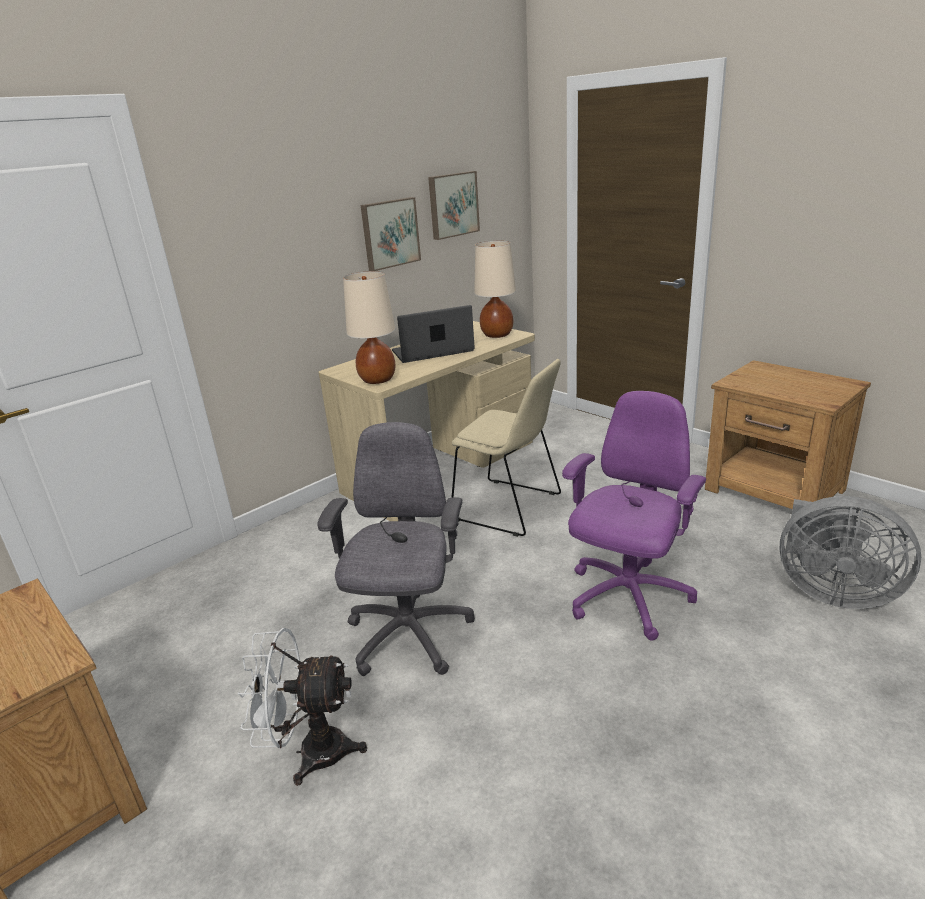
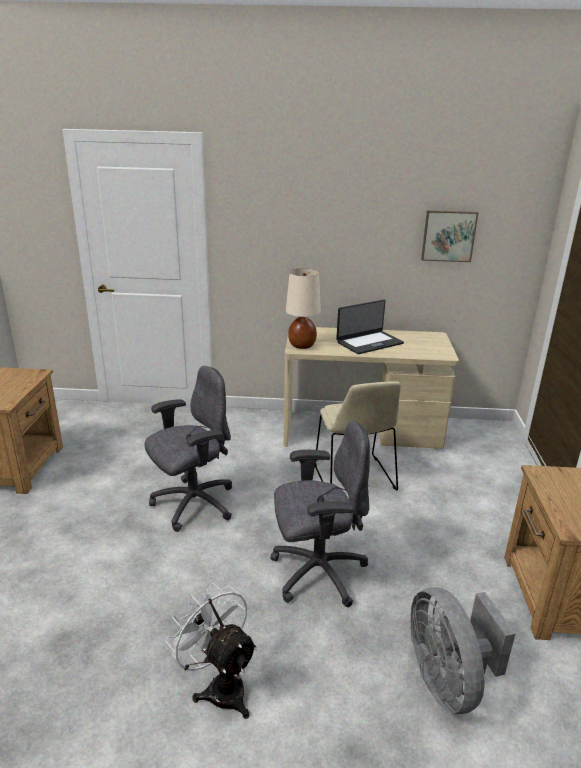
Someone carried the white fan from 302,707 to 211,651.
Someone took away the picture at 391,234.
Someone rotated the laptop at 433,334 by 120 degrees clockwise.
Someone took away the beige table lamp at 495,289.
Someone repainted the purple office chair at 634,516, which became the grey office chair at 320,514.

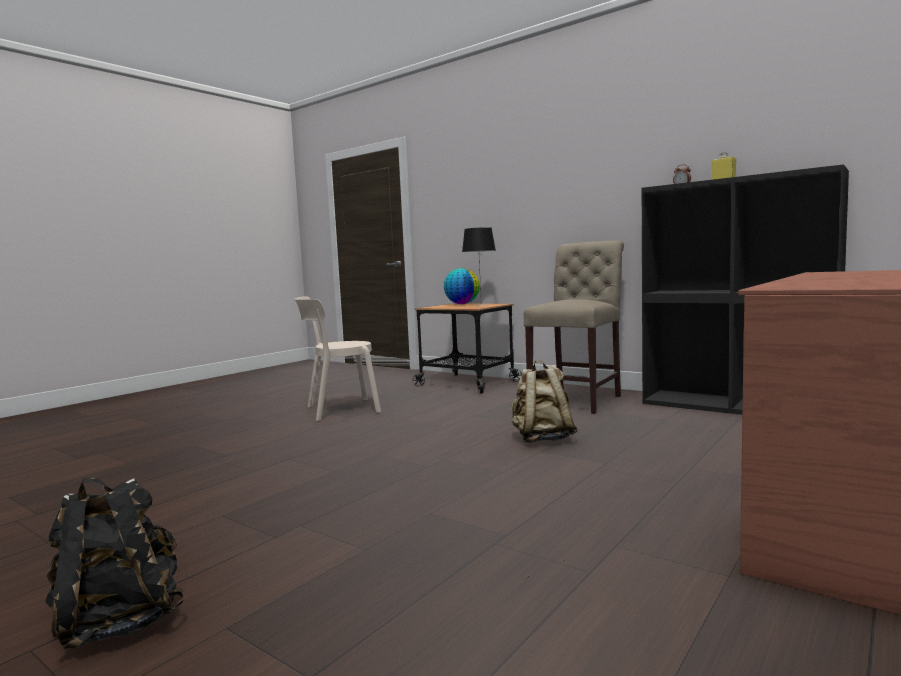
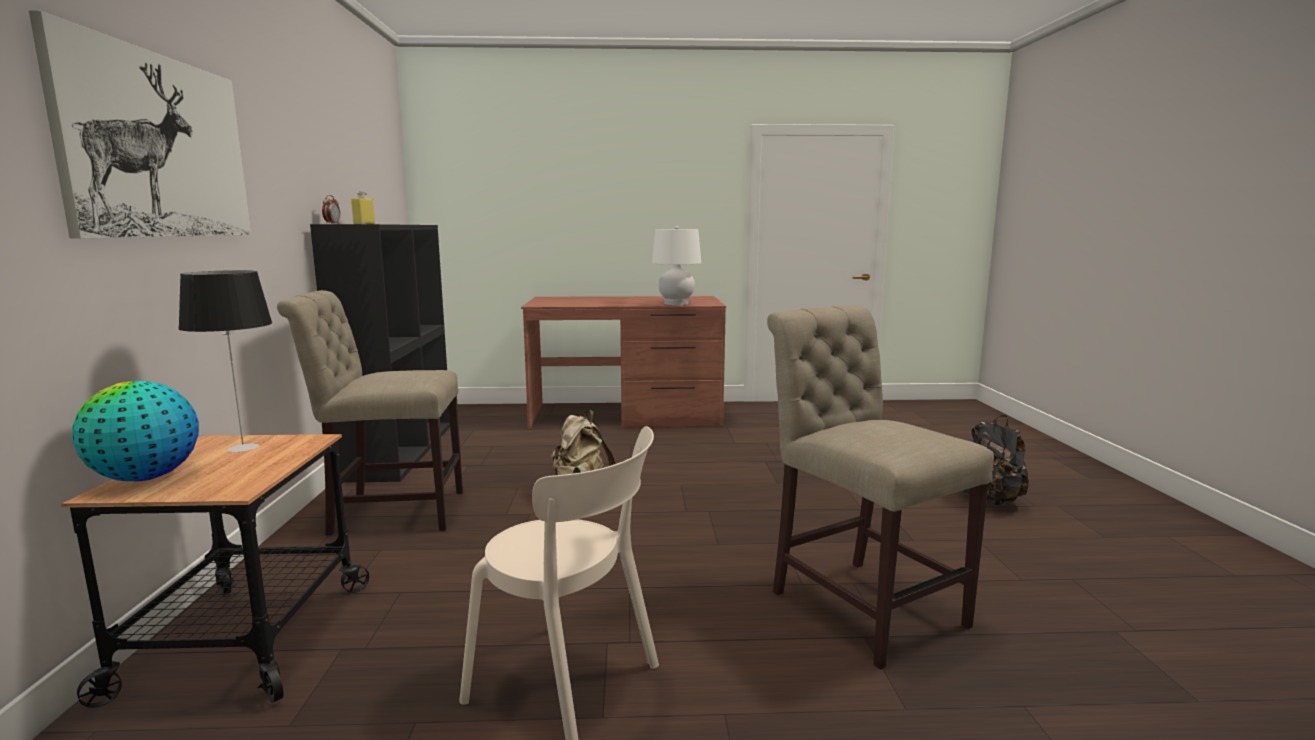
Someone put up the picture at 140,124.
Someone put down the white table lamp at 676,265.
Someone put down the beige chair at 880,487.

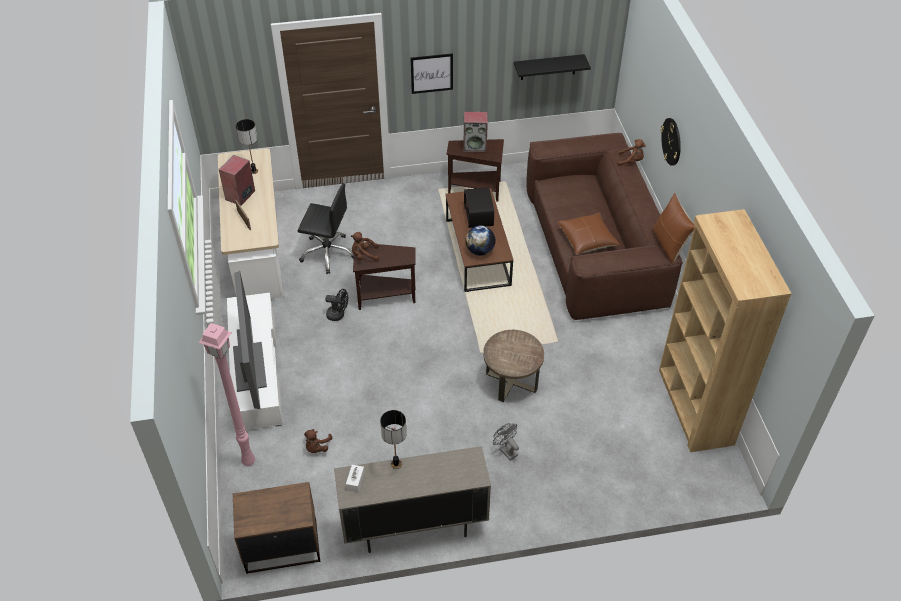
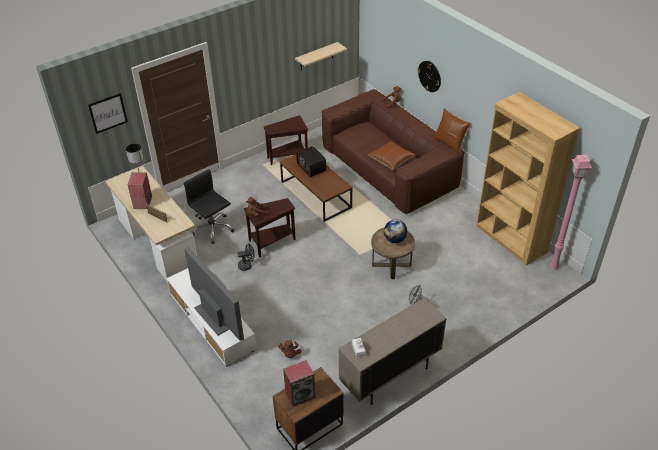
Someone carried the pink floor lamp from 227,394 to 571,212.
Someone rotated the black office chair at 326,229 by 120 degrees counterclockwise.
Someone took away the table lamp at 393,439.
Someone carried the picture from 431,73 to 108,113.
Someone carried the speaker from 475,132 to 299,383.
Someone carried the globe from 480,241 to 396,231.
Someone repainted the black shelf at 552,67, which became the beige shelf at 321,56.

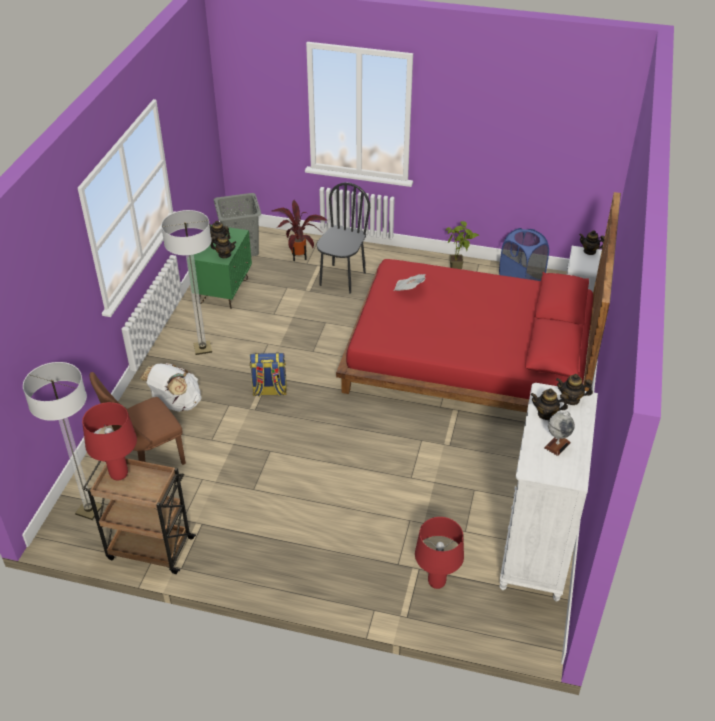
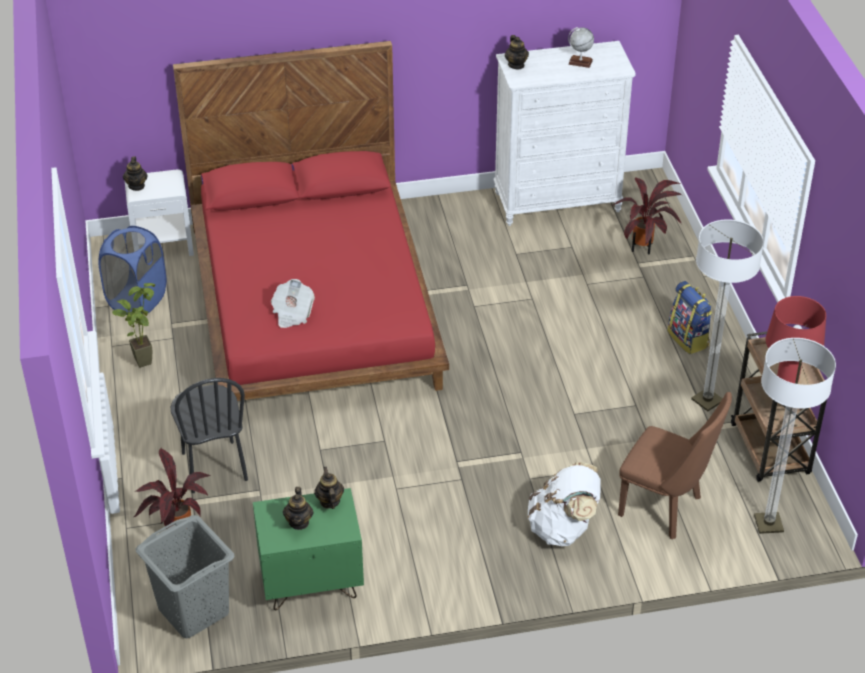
Someone carried the floor lamp from 186,282 to 727,315.
Someone carried the backpack from 268,375 to 690,317.
Someone rotated the black chair at 343,238 by 105 degrees counterclockwise.
Someone swapped the red table lamp at 439,553 for the potted plant at 647,216.
Someone took away the teapot at 549,404.

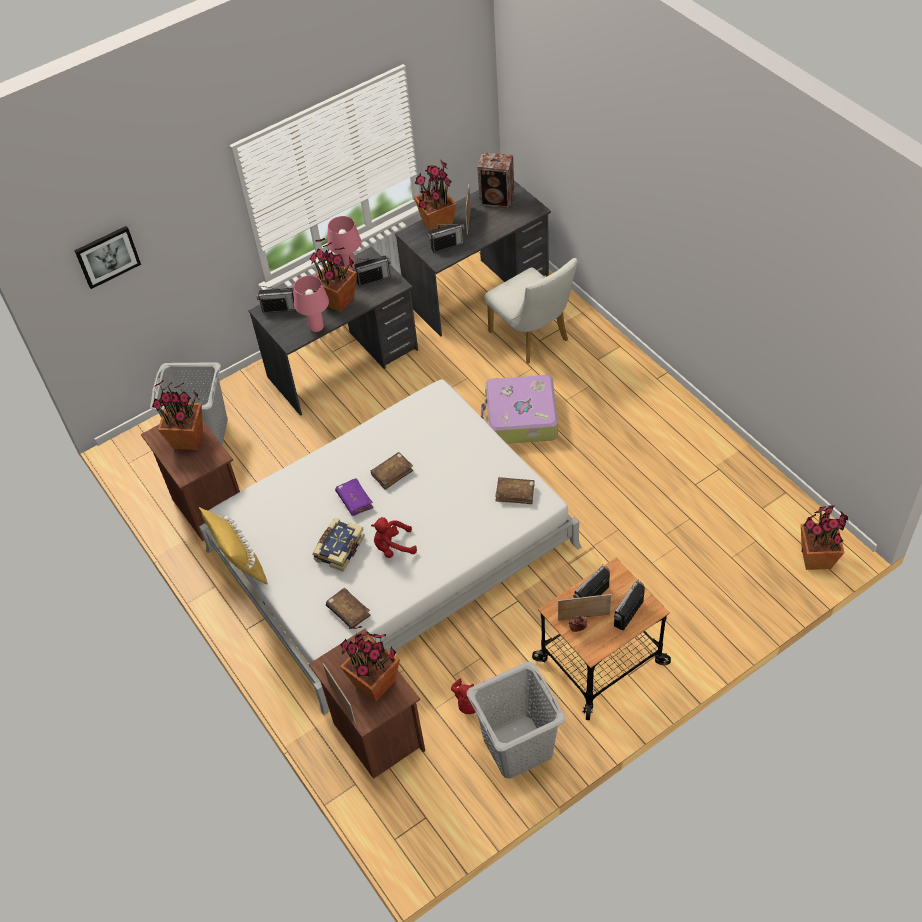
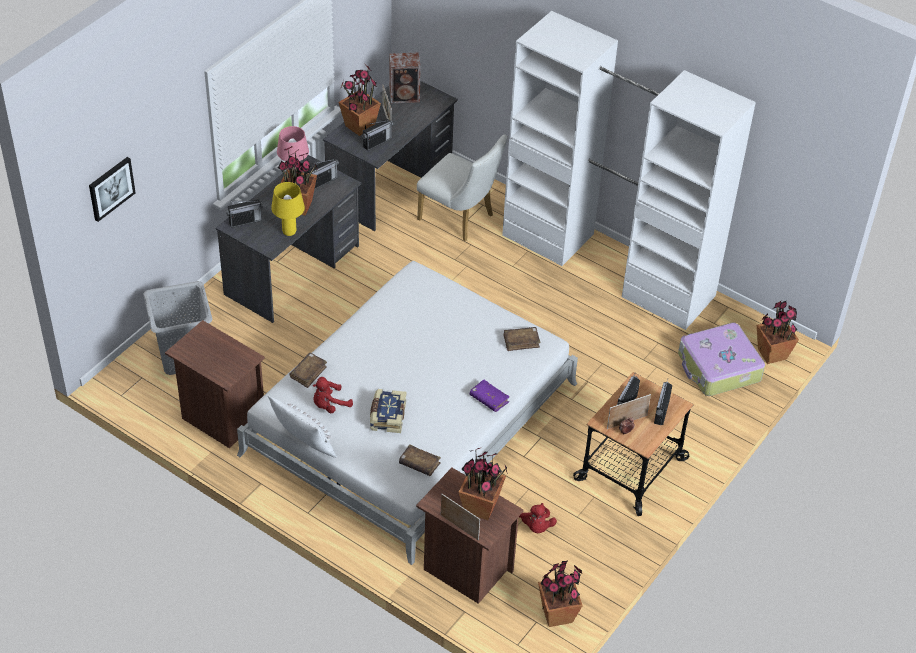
Someone carried the potted plant from 177,415 to 560,593.
Someone repainted the yellow pillow at 233,546, which became the white pillow at 302,427.
Someone repainted the pink table lamp at 311,303, which became the yellow table lamp at 288,209.
Someone carried the purple book from 354,497 to 490,396.
Someone carried the brown book from 392,471 to 308,370.
Someone carried the red plush toy from 394,537 to 333,395.
Someone took away the grey laundry basket at 516,720.
Someone carried the suitcase from 519,409 to 721,359.
Someone put down the white wardrobe at 629,170.

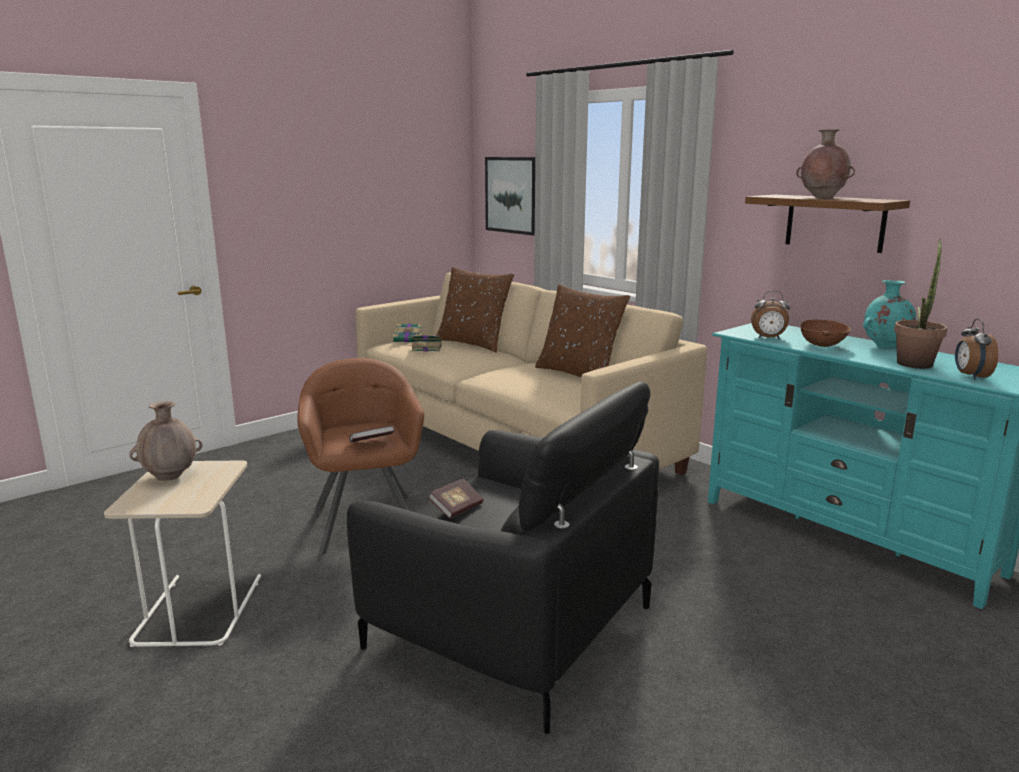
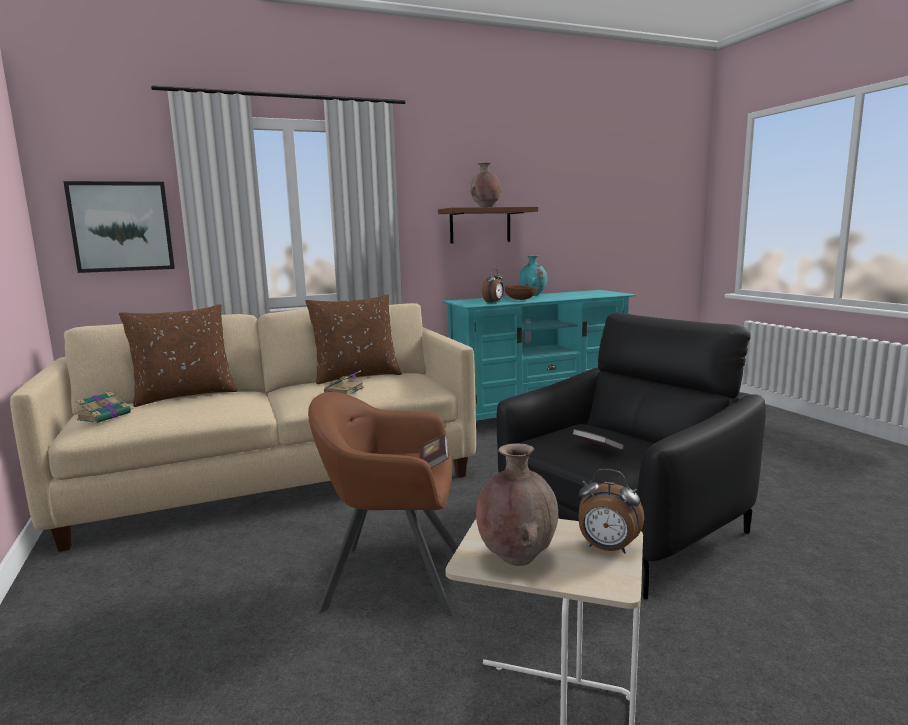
Someone carried the book from 426,343 to 344,382.
Someone took away the potted plant at 921,303.
Someone carried the alarm clock from 977,349 to 611,511.

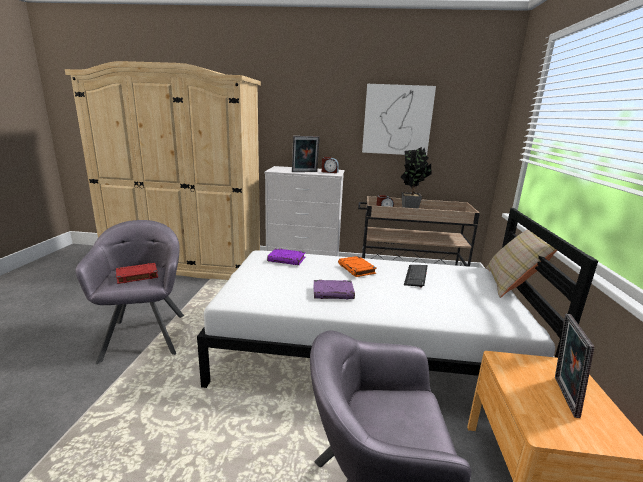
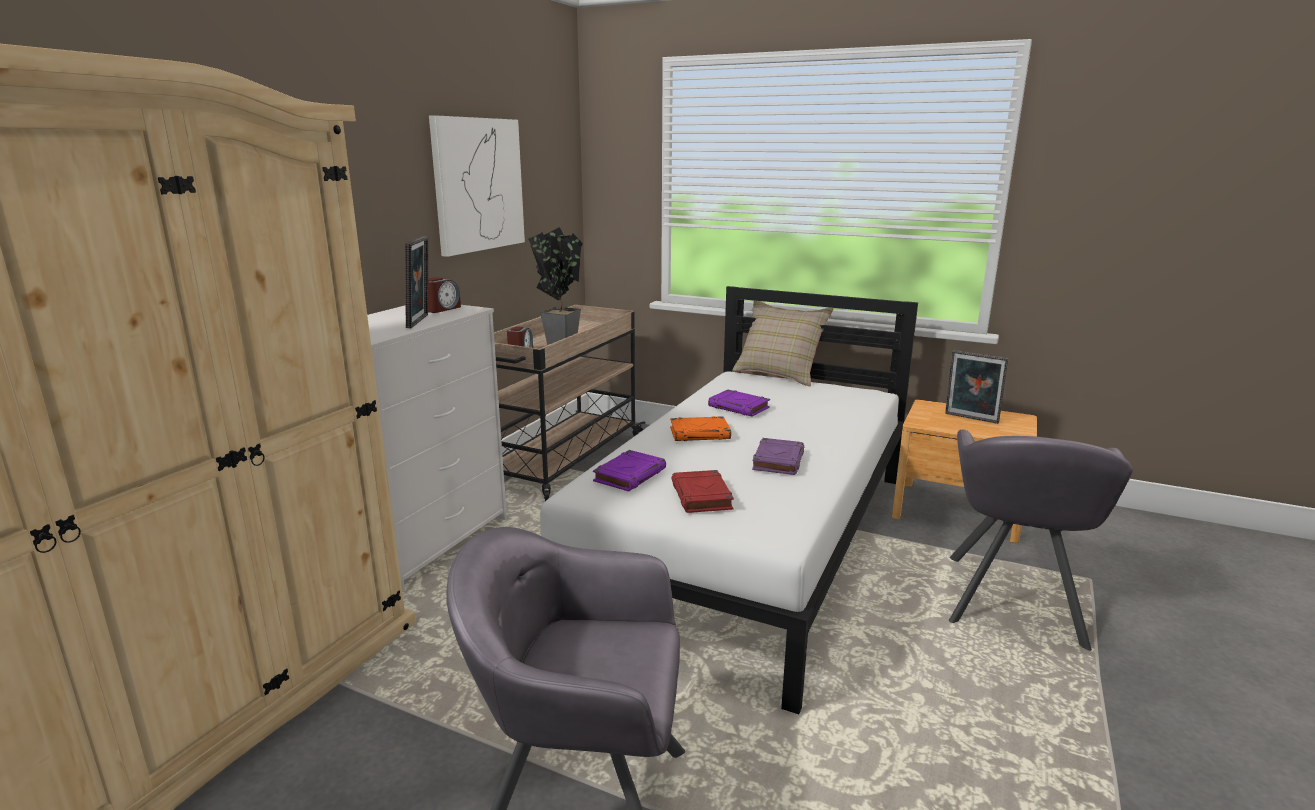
Someone carried the red book from 137,273 to 703,491.
Someone swapped the keyboard at 416,276 for the purple book at 739,403.

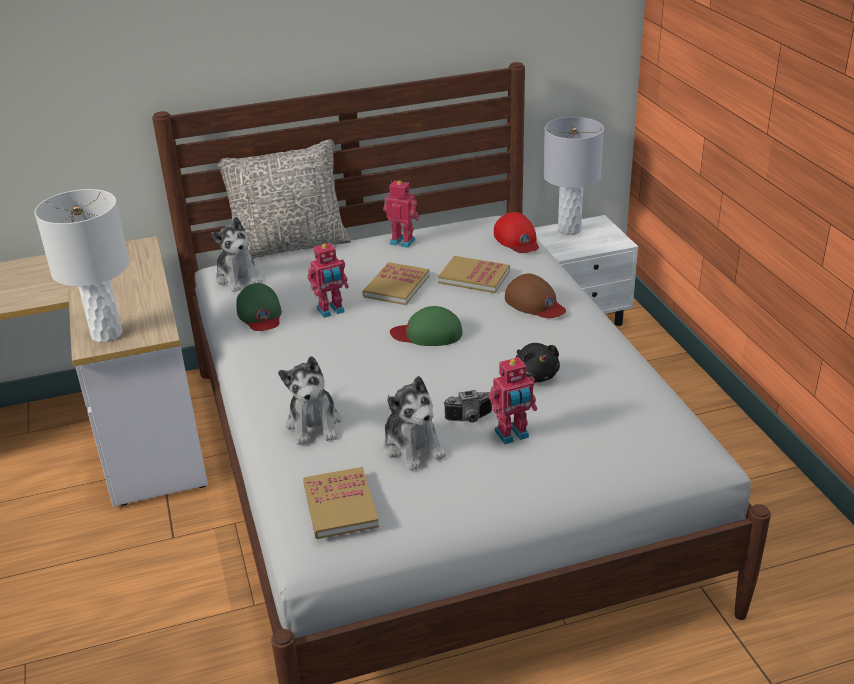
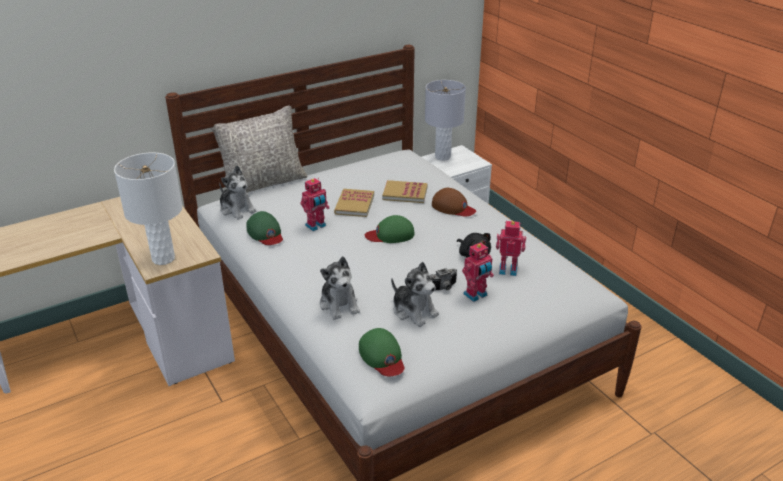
Someone swapped the book at 341,503 for the green cap at 381,352.
Someone carried the toy robot from 401,214 to 511,248.
Someone took away the red cap at 516,232.

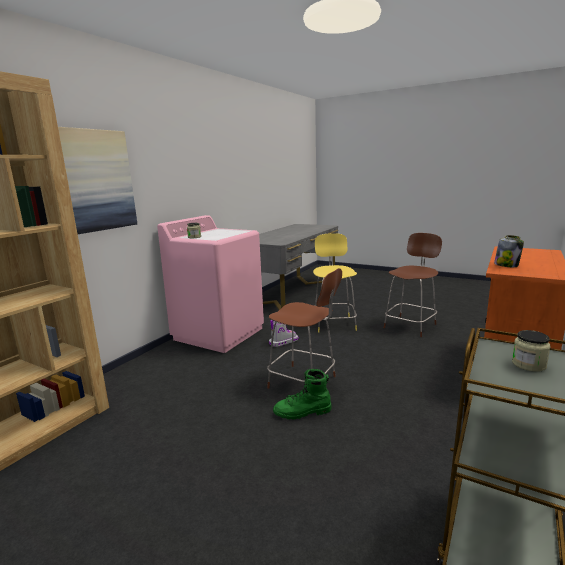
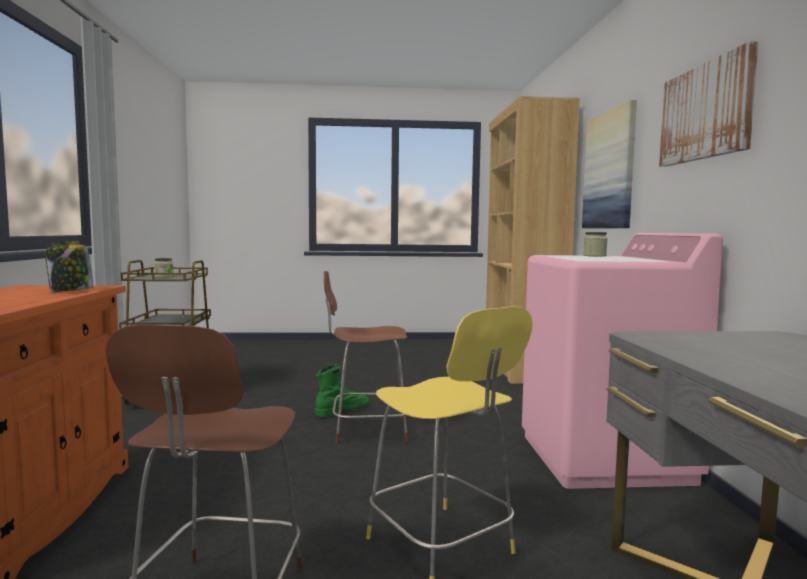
Someone took away the boot at 284,333.
Someone put up the picture at 708,104.

